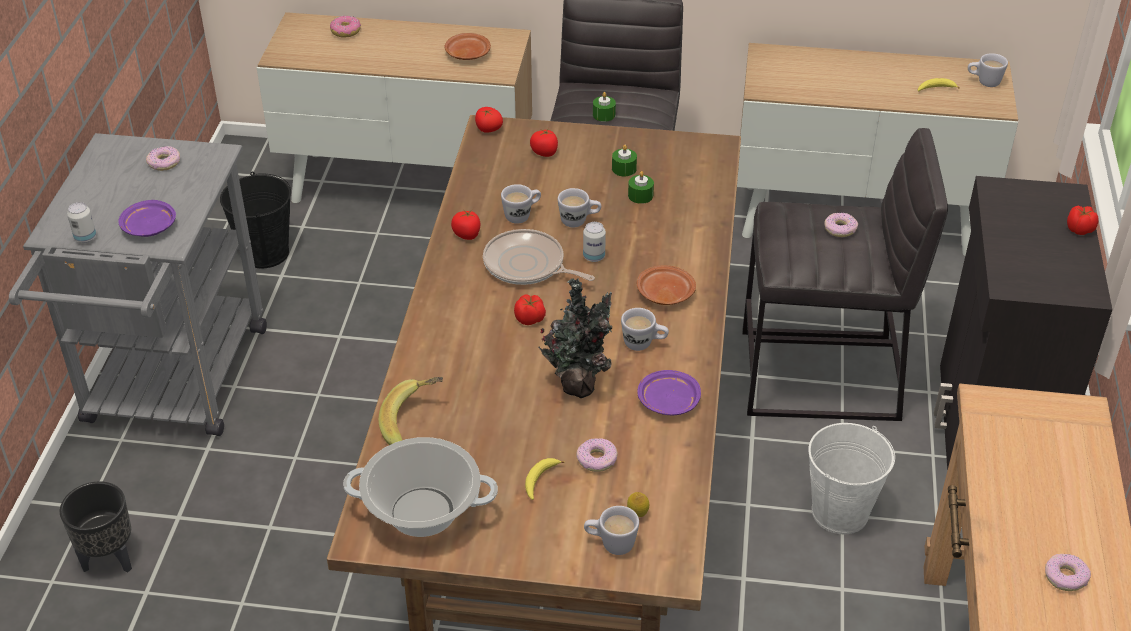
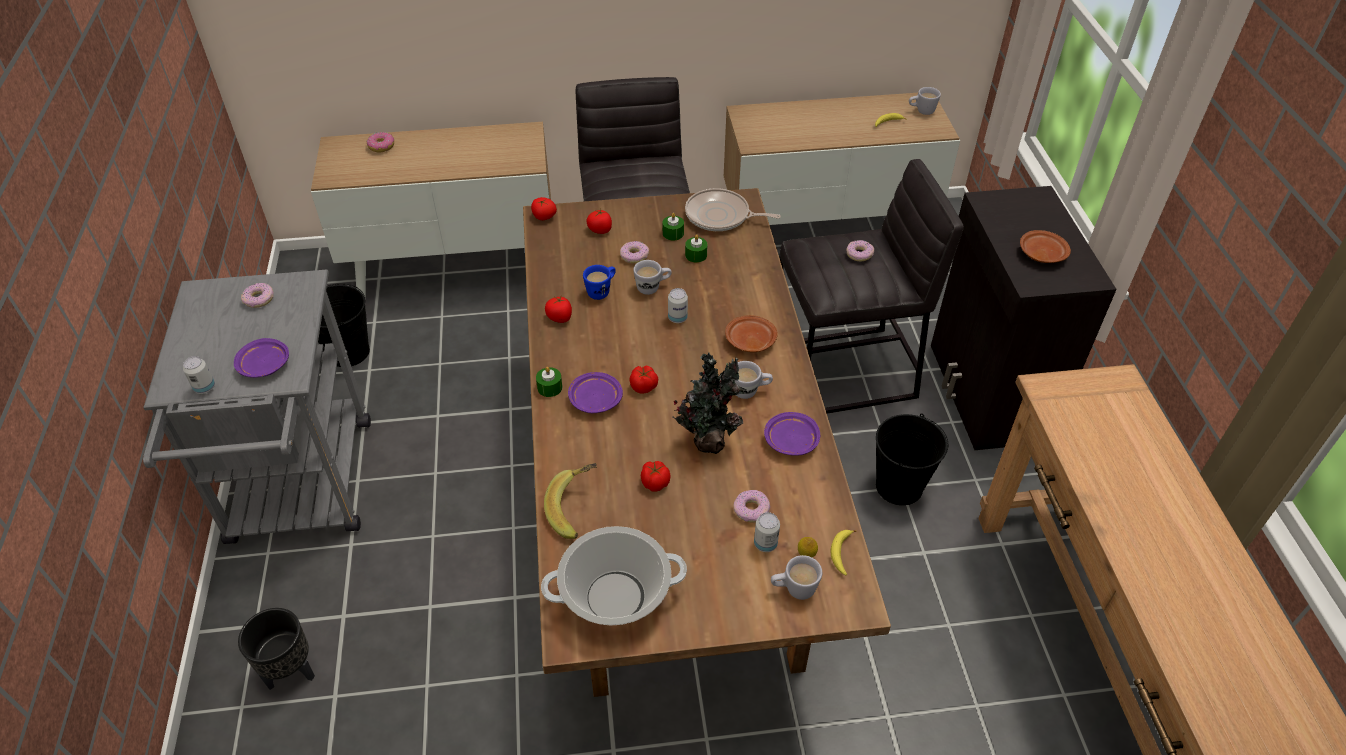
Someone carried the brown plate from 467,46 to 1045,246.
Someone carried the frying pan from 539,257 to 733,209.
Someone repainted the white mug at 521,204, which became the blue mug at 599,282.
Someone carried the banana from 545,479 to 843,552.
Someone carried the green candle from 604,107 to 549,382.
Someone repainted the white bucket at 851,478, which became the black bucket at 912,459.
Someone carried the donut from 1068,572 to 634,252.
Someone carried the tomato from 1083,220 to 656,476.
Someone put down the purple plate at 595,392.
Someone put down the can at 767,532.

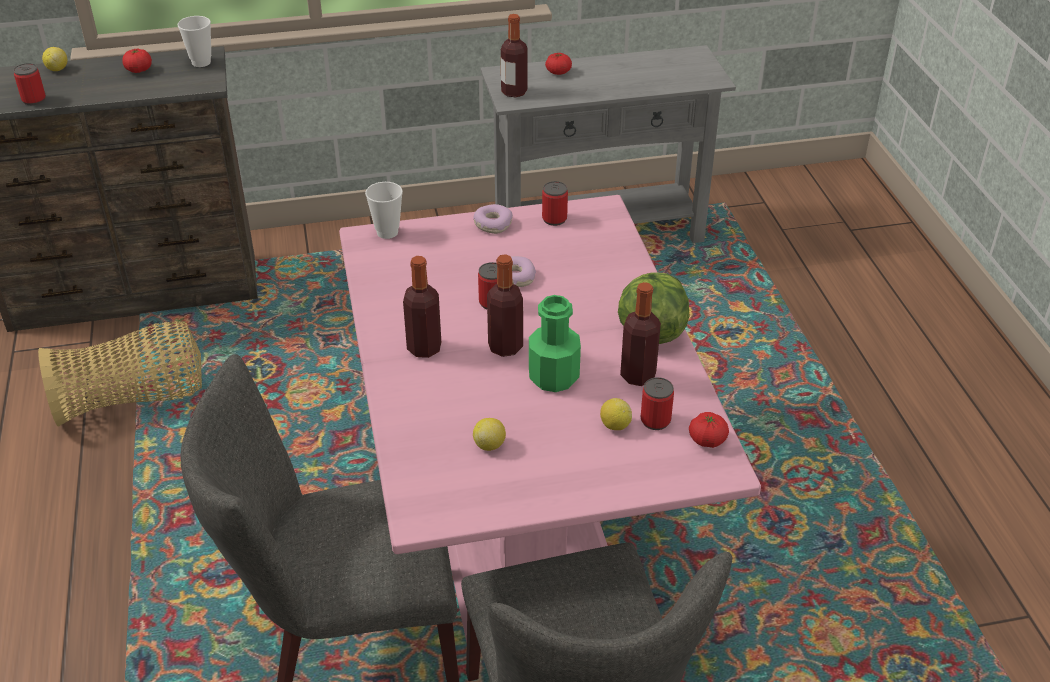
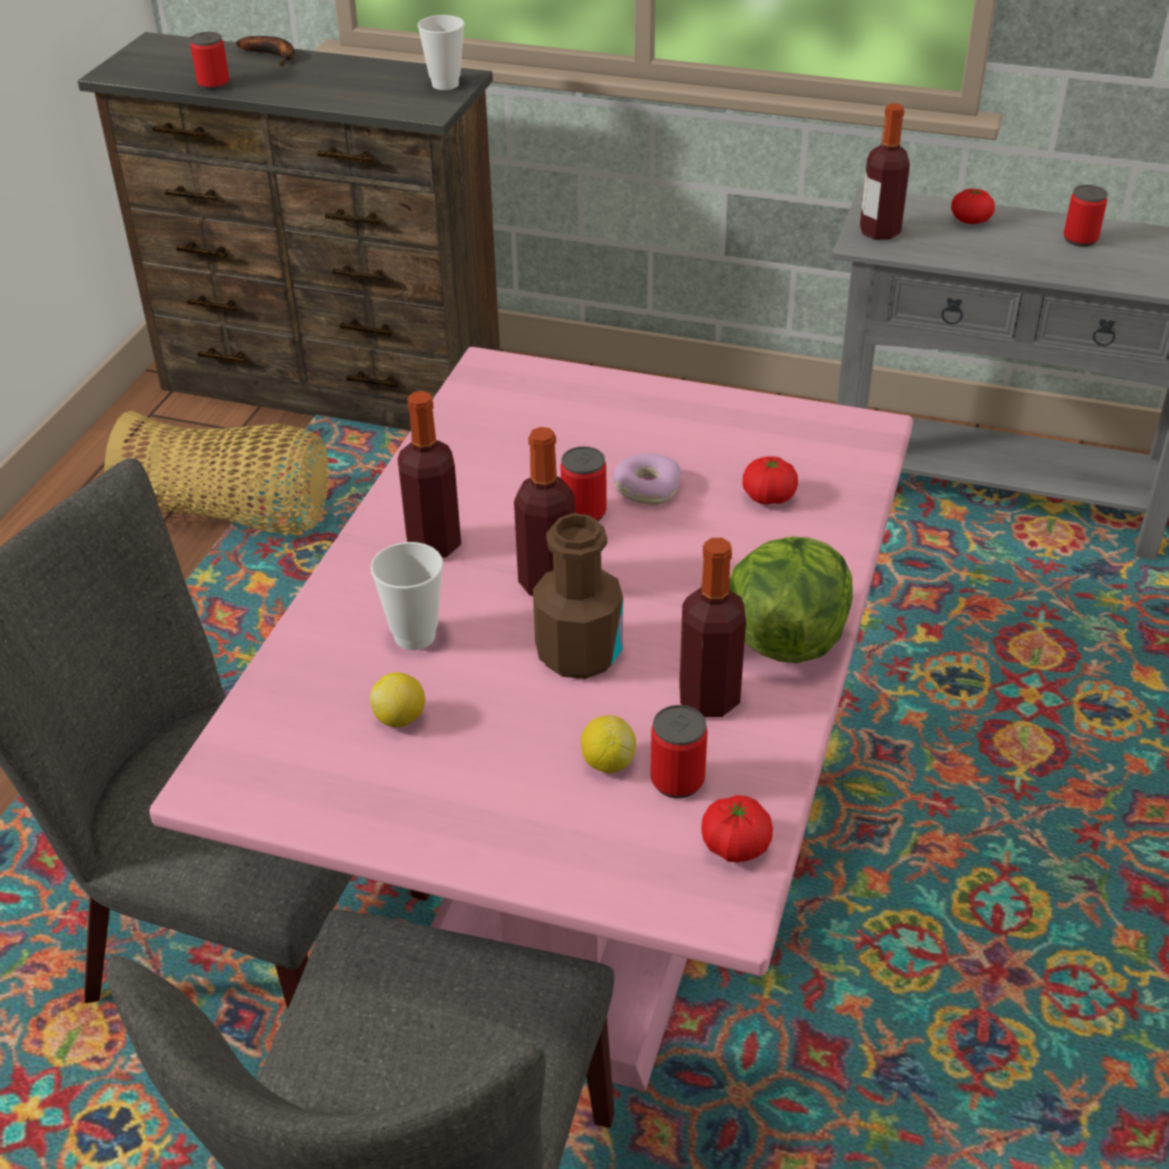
Someone swapped the lemon at 54,59 for the banana at 265,51.
Someone carried the tomato from 137,61 to 770,481.
Someone carried the cup from 384,210 to 407,596.
Someone took away the donut at 493,219.
Someone repainted the green bottle at 555,343, which became the brown bottle at 578,596.
Someone carried the can from 555,203 to 1086,216.

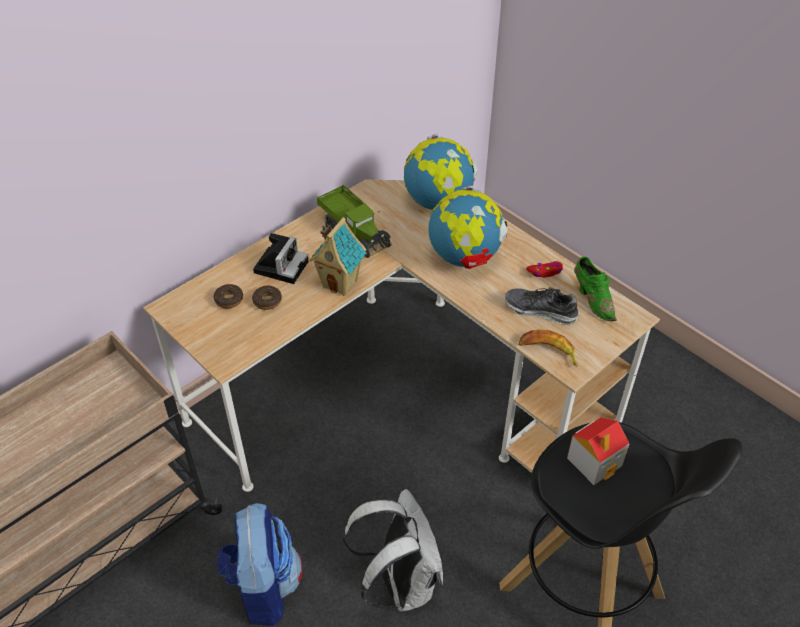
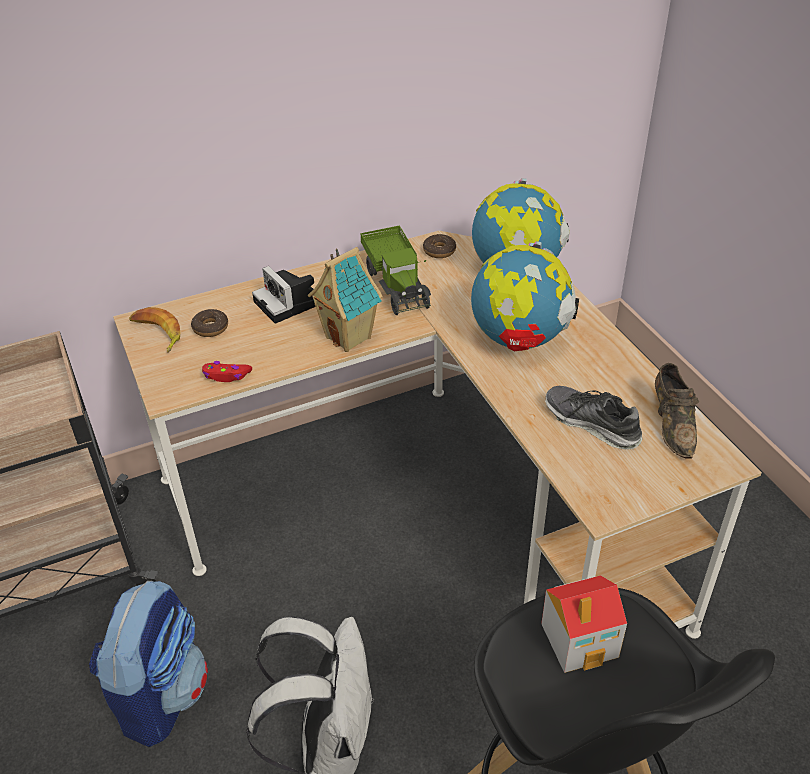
Someone carried the donut from 267,298 to 439,246.
Someone rotated the photo camera at 281,258 by 105 degrees clockwise.
Someone carried the banana from 548,348 to 154,330.
Someone carried the red game controller from 544,269 to 227,371.
Someone repainted the green shoe at 596,288, which became the brown shoe at 677,411.

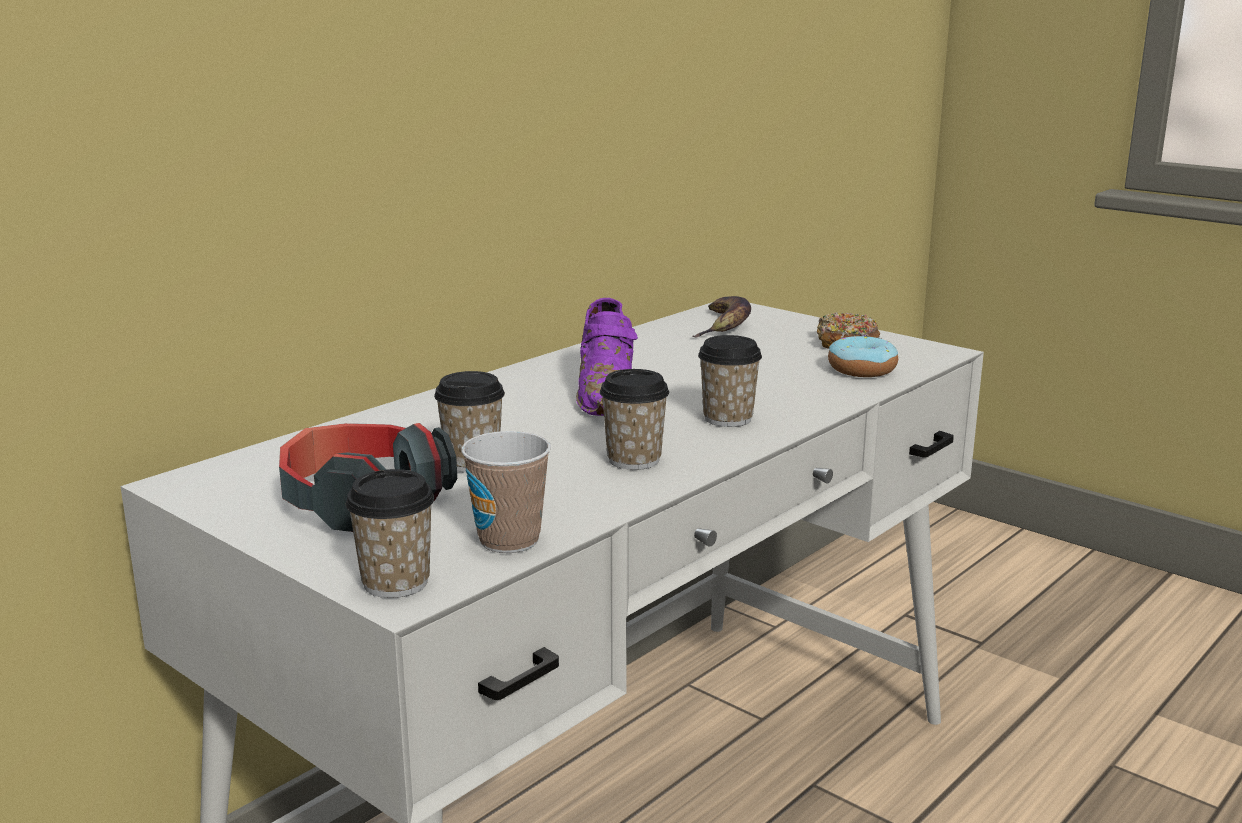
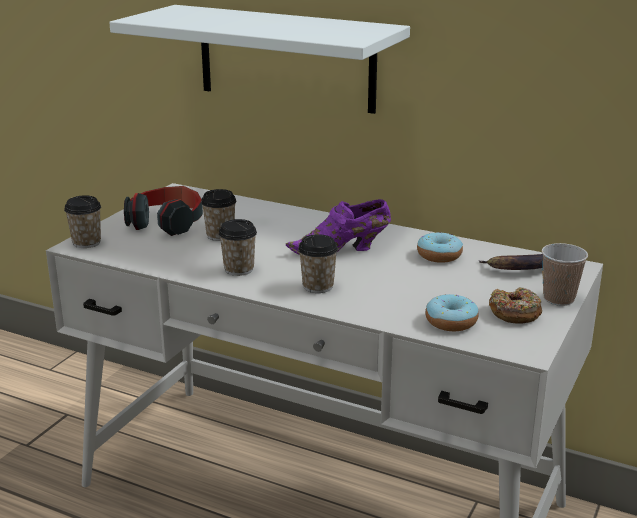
Someone carried the cup from 506,492 to 565,274.
Someone put up the white shelf at 259,59.
Someone put down the donut at 440,247.

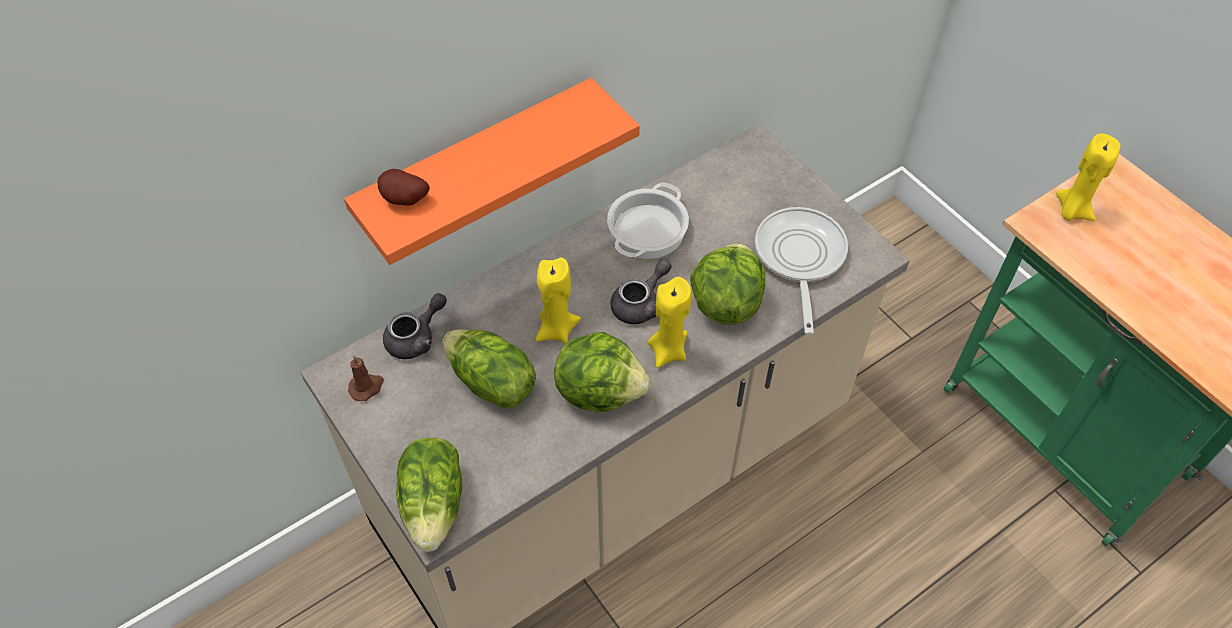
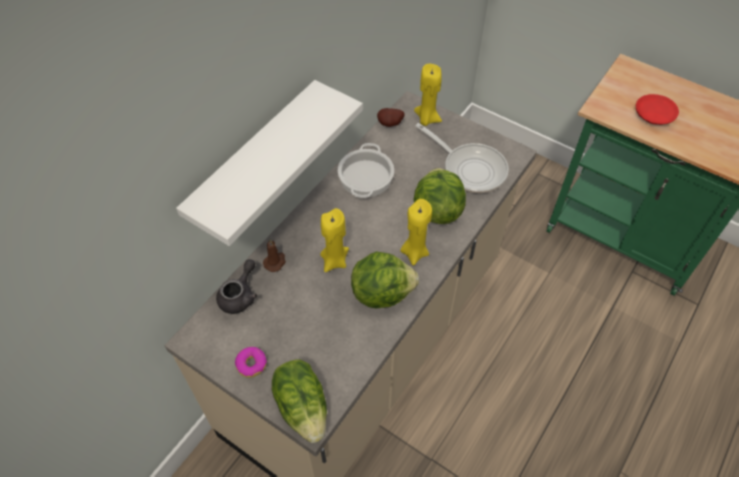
Someone repainted the orange shelf at 492,171, which became the white shelf at 269,163.
Someone carried the brown candle from 366,378 to 274,256.
Someone carried the potato from 403,187 to 390,117.
Someone took away the lettuce at 489,368.
Someone took away the grey teapot at 641,291.
Someone rotated the frying pan at 801,271 by 150 degrees clockwise.
Someone carried the yellow candle from 1088,177 to 428,95.
Someone put down the donut at 251,362.
Someone put down the red plate at 657,109.

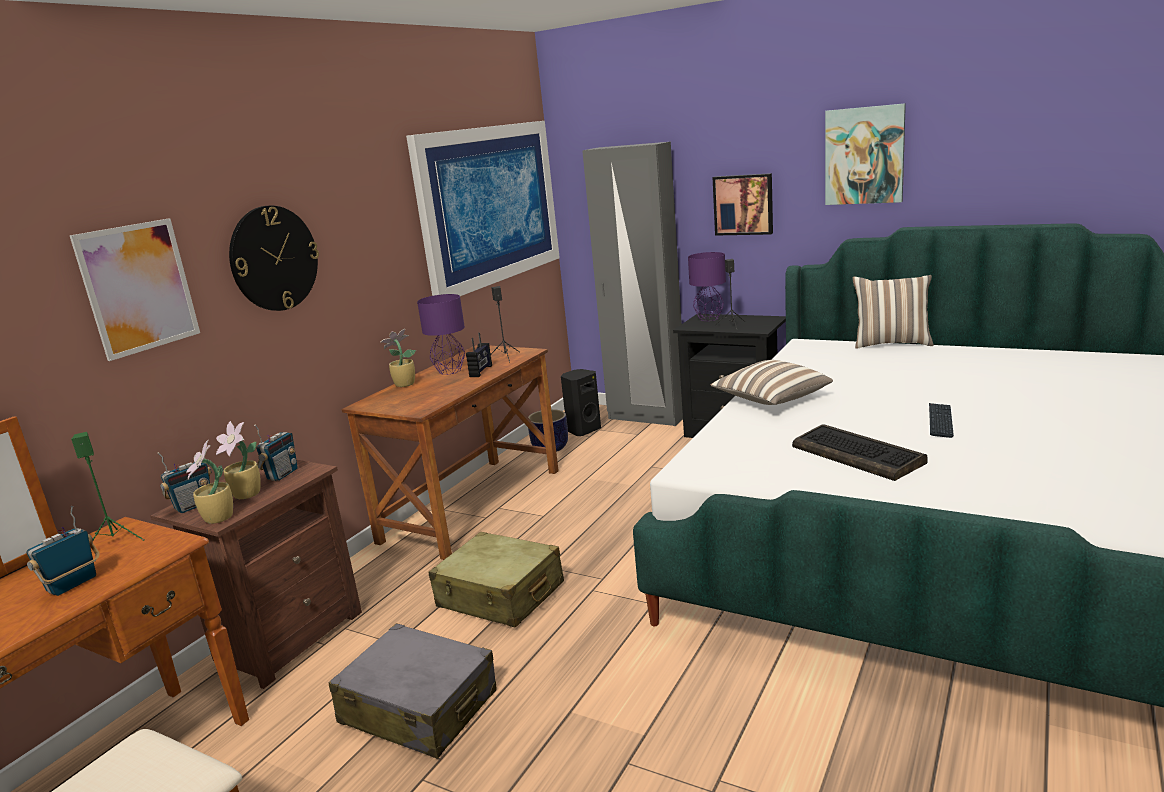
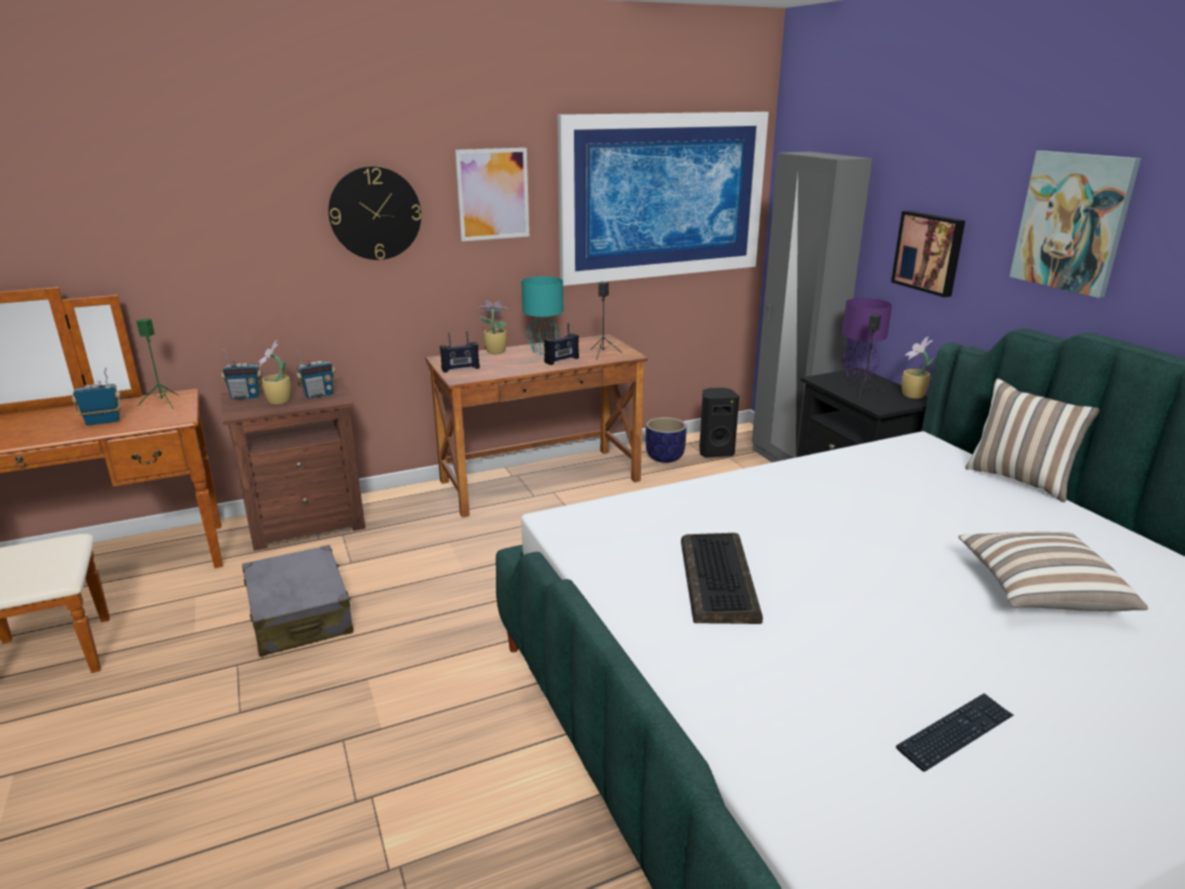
Someone carried the picture from 135,289 to 492,194.
Someone carried the potted plant from 209,482 to 918,367.
Someone repainted the purple table lamp at 441,334, which became the turquoise table lamp at 542,315.
Someone took away the beige suitcase at 496,580.
Someone carried the pillow from 771,382 to 1053,571.
Someone carried the keyboard from 941,420 to 955,732.
Someone put down the radio at 460,352.

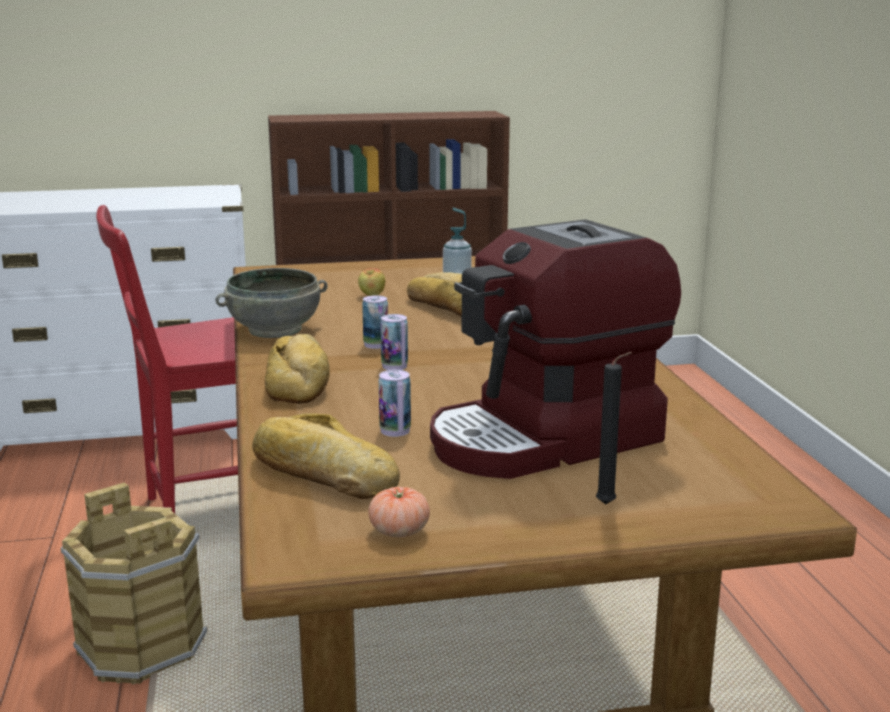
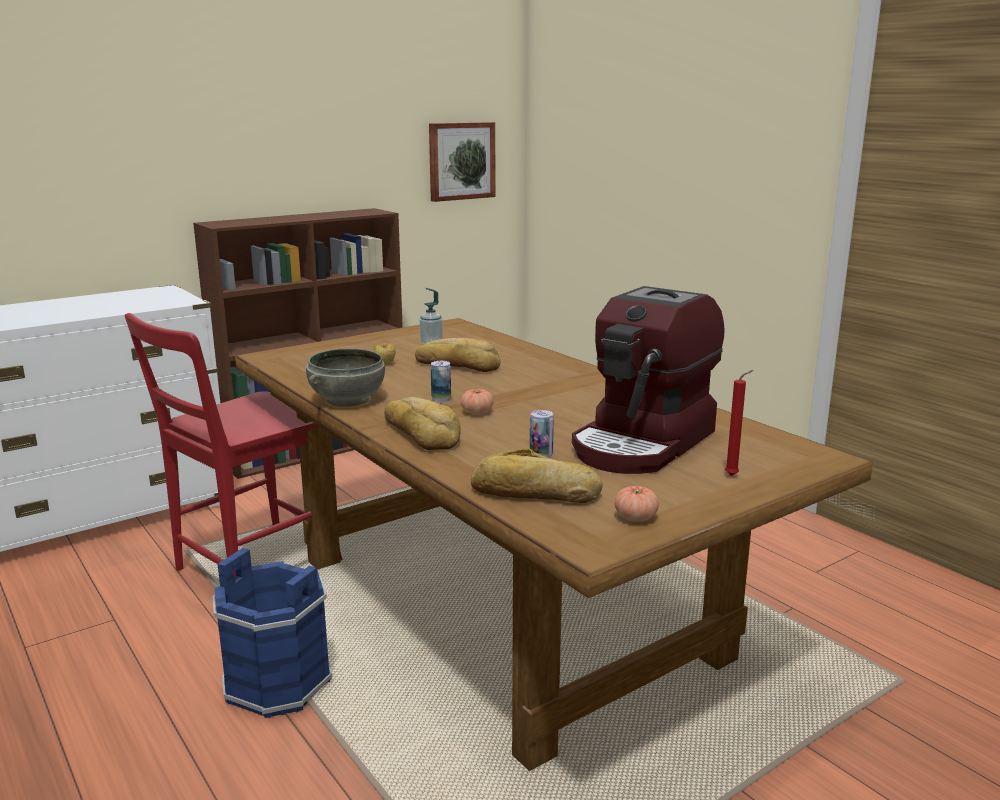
Someone repainted the brown bucket at 134,583, which became the blue bucket at 272,633.
Someone swapped the can at 394,342 for the tomato at 477,402.
Someone repainted the black candle at 614,428, which became the red candle at 739,423.
Someone put up the picture at 462,162.

